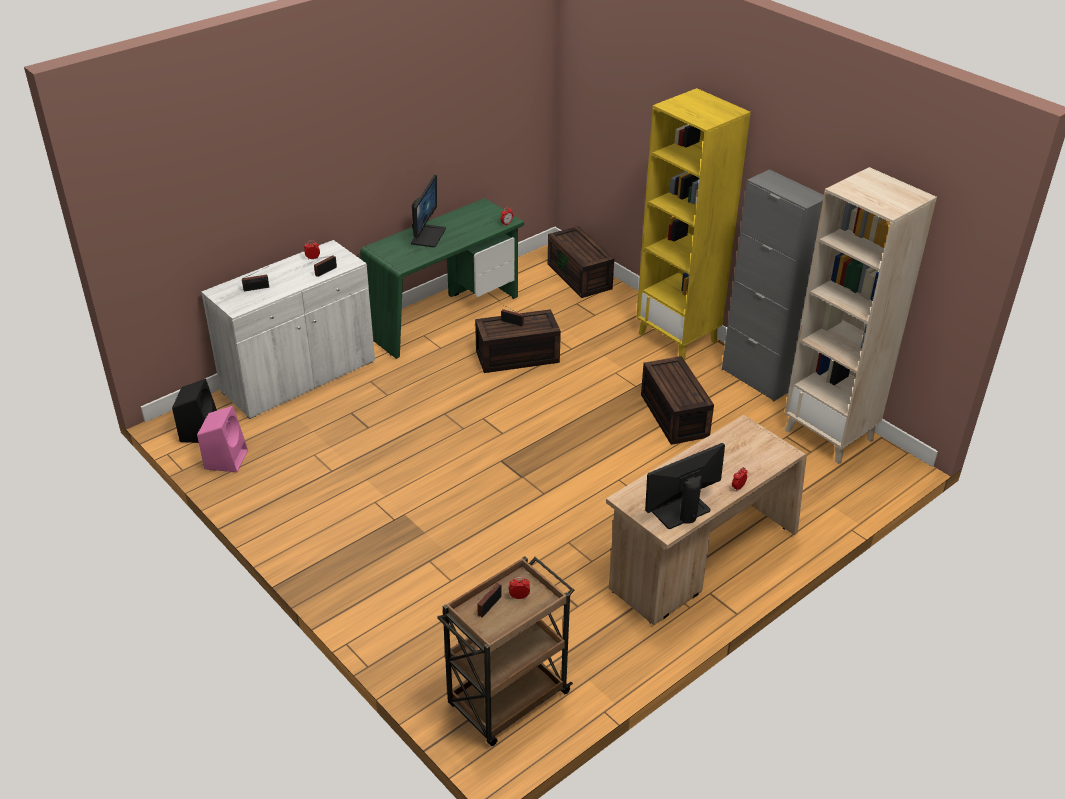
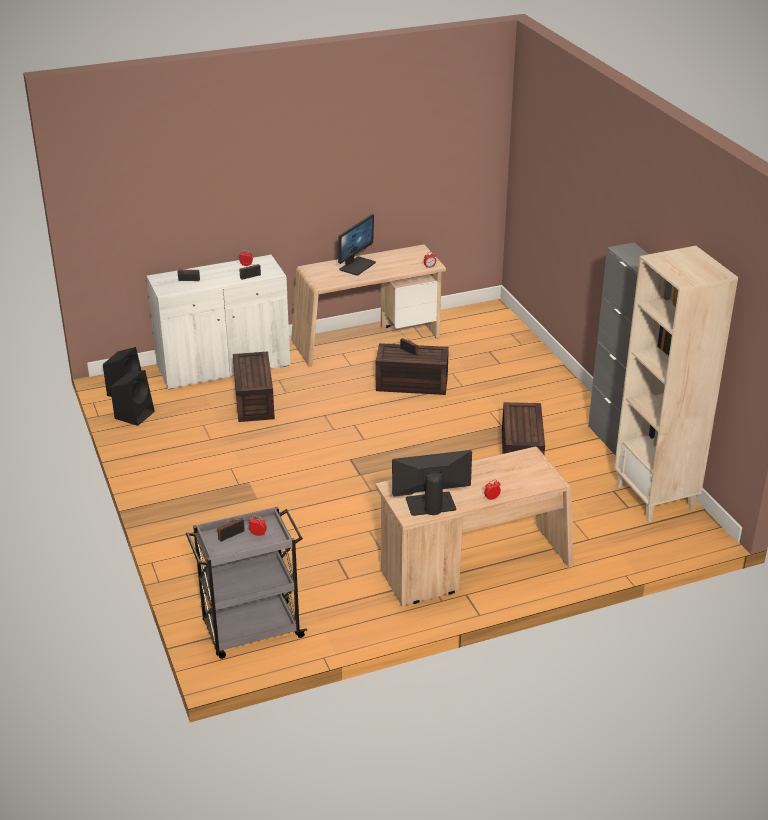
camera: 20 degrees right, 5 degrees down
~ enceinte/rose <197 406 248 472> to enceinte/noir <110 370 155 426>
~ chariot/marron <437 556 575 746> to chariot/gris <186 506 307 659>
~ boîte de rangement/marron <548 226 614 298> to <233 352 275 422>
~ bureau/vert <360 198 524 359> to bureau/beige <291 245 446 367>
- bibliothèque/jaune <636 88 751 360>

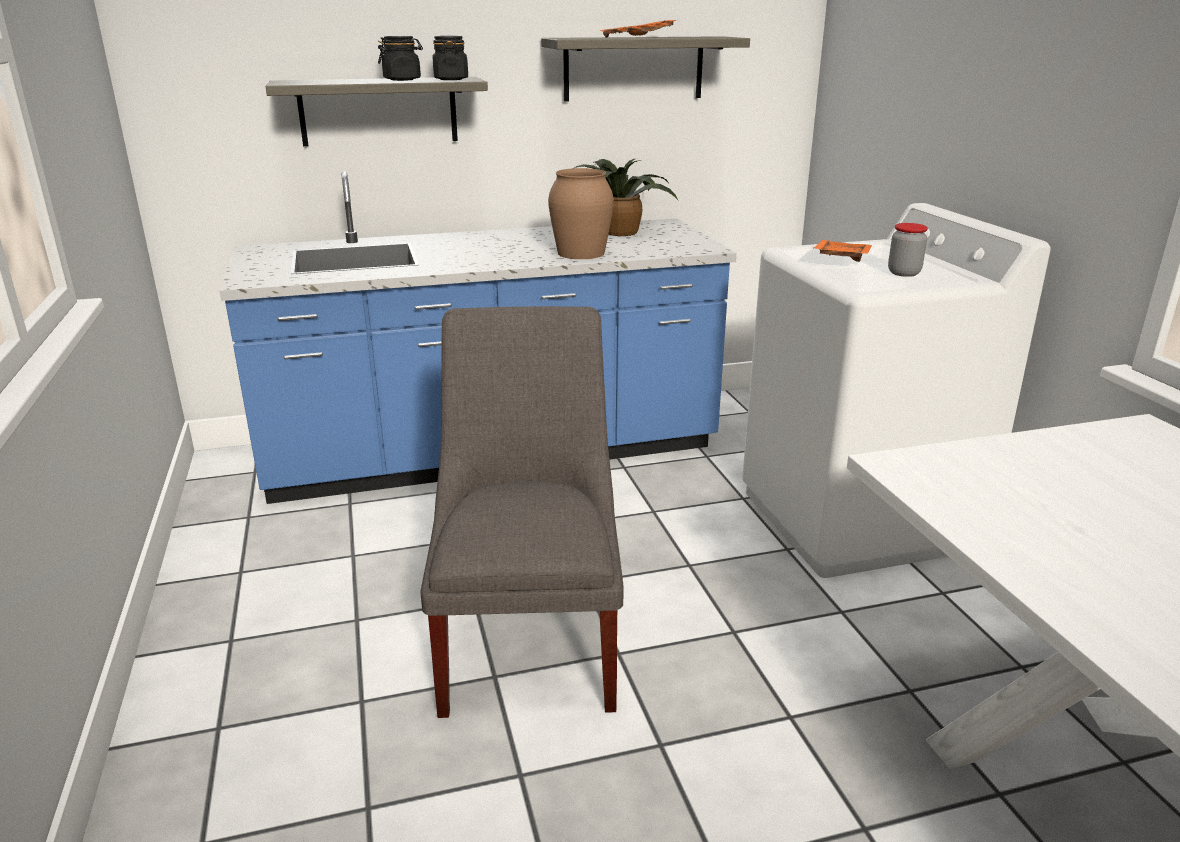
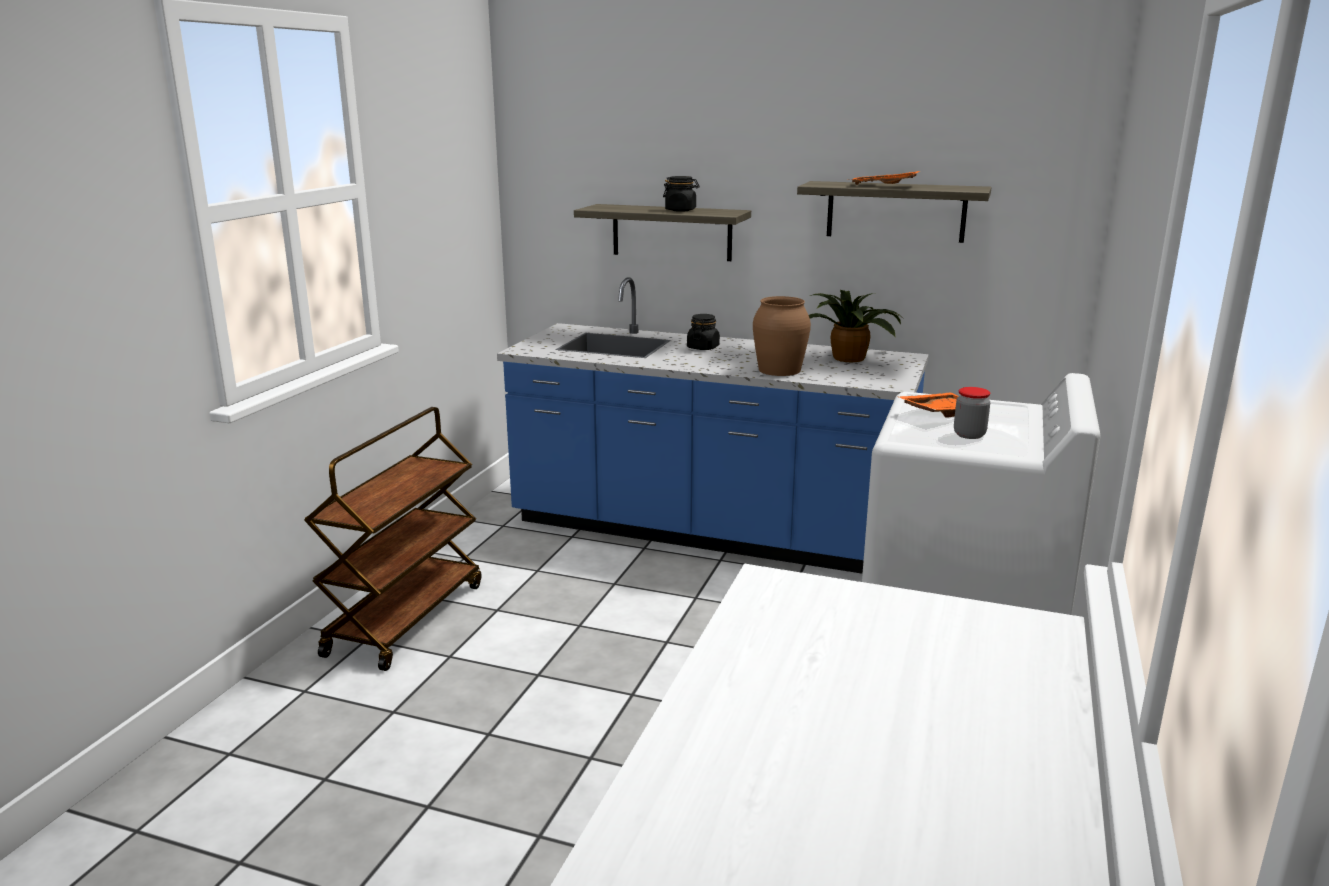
camera: 35 degrees right, 5 degrees down
+ chariot/marron <304 407 481 671>
~ bocal/noir <433 36 468 80> to <687 314 720 350>
- chaise/gris <420 306 624 718>

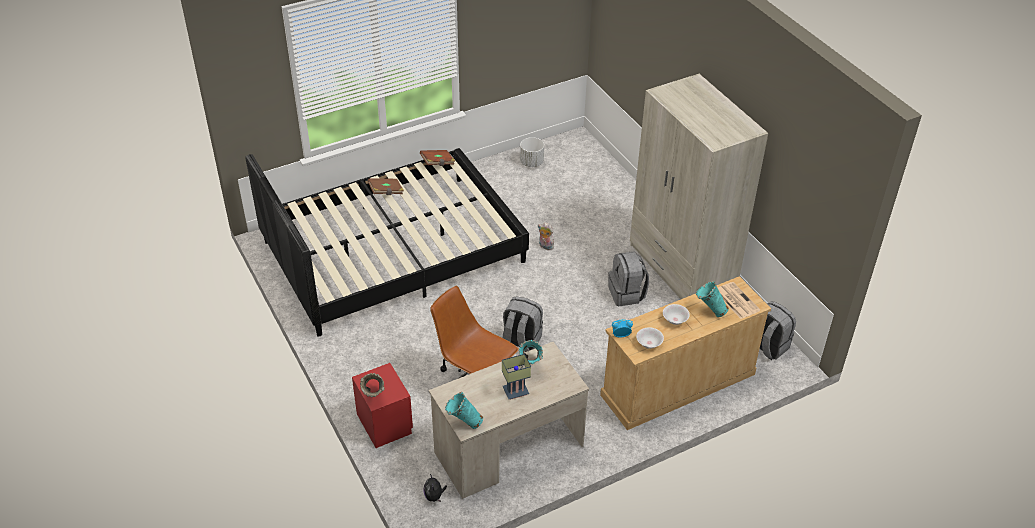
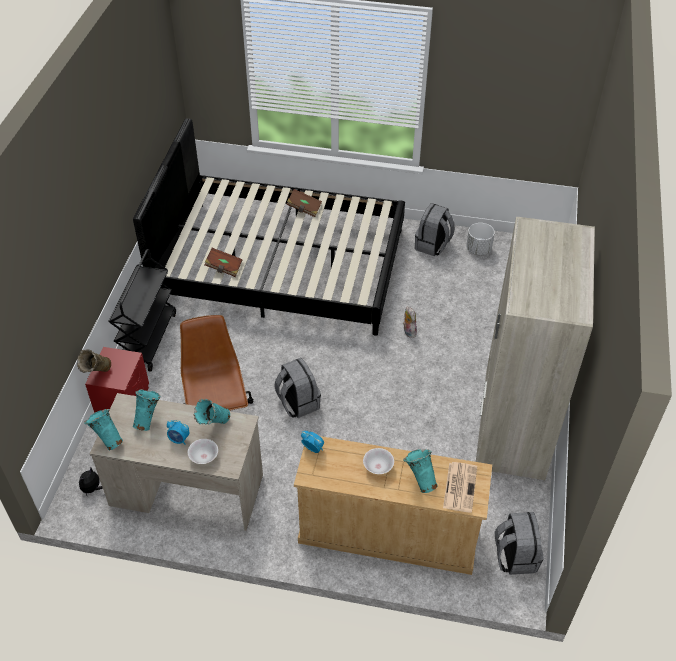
camera: 40 degrees right, 5 degrees up
+ chariot/noir <109 249 176 372>
+ vase/turquoise <133 389 160 431>
~ lampe de table <502 354 531 400> to réveil <167 420 190 445>
~ bol/blanc <636 327 664 349> to <188 439 218 464>
~ livre/marron <420 150 455 166> to <204 248 243 277>
~ sac à dos/gris <608 251 649 306> to <415 203 455 256>

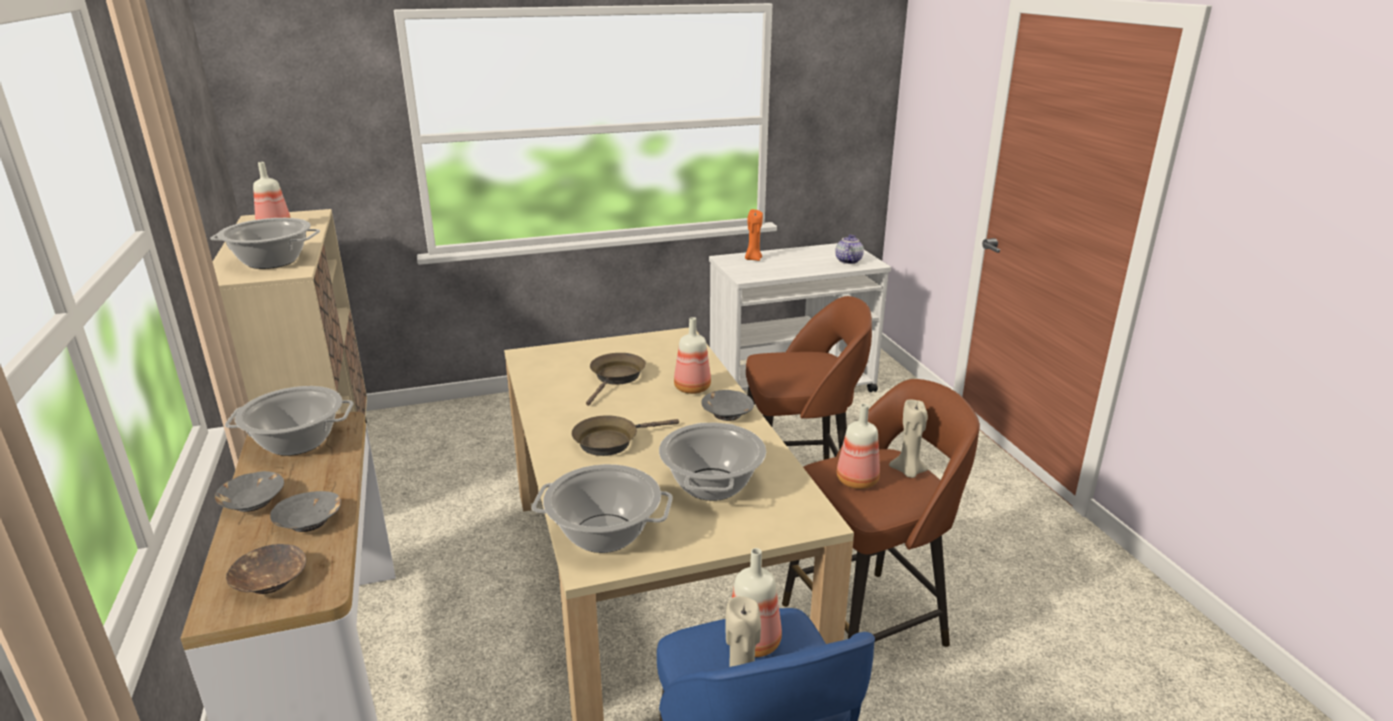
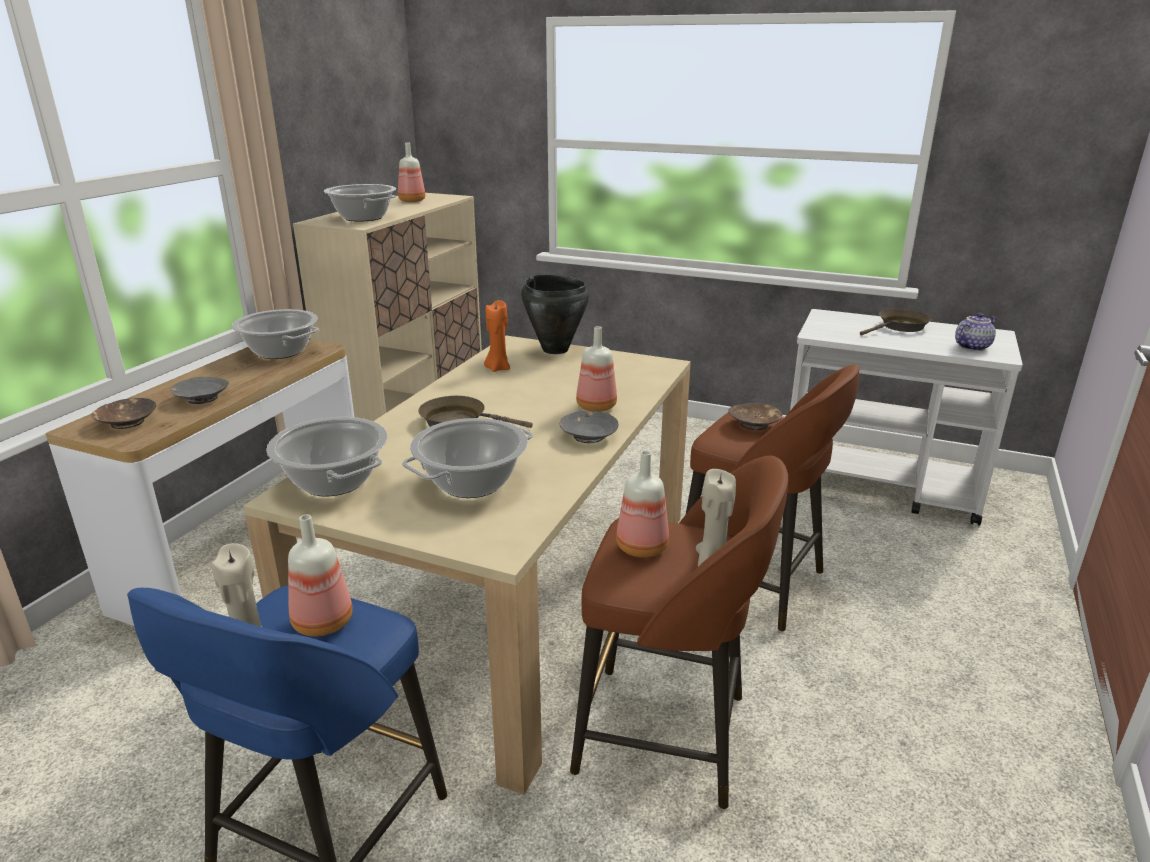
camera: 40 degrees right, 0 degrees up
~ bougie/orange <745 209 763 261> to <484 300 510 372>
+ marmite/noir <521 275 589 354>
+ bol/marron <729 403 782 430>
~ poêle/marron <586 353 646 406> to <860 309 932 335>
- bol/gris <214 471 284 512>

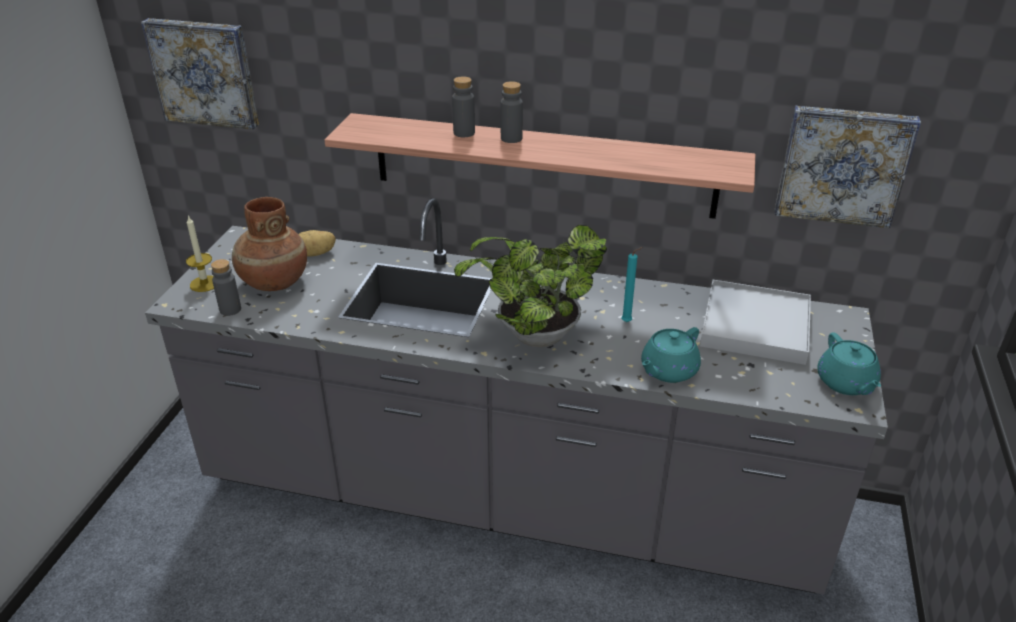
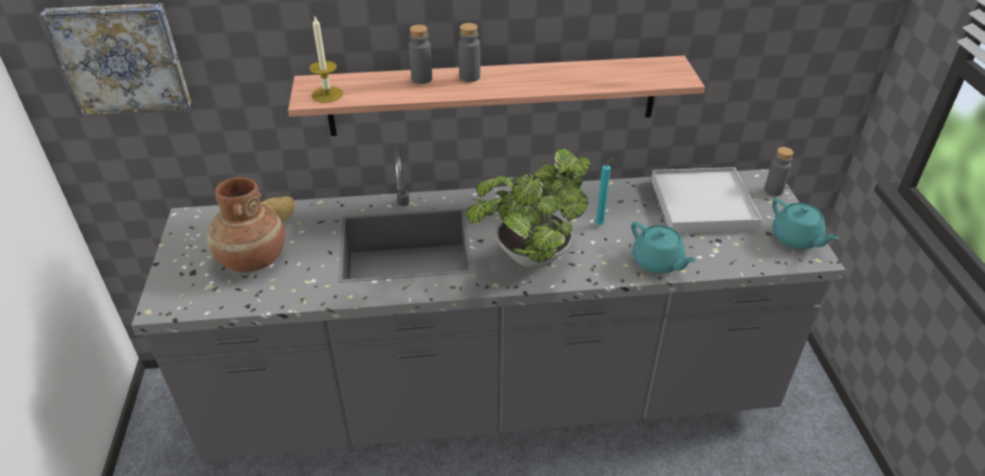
camera: 20 degrees left, 5 degrees up
~ bougie <186 215 214 292> to <309 17 343 103>
~ théière/turquoise <641 327 701 383> = <631 221 696 274> 60 degrees counterclockwise
~ bouteille/gris <211 259 241 316> to <764 147 794 196>
- tableau <775 106 921 228>

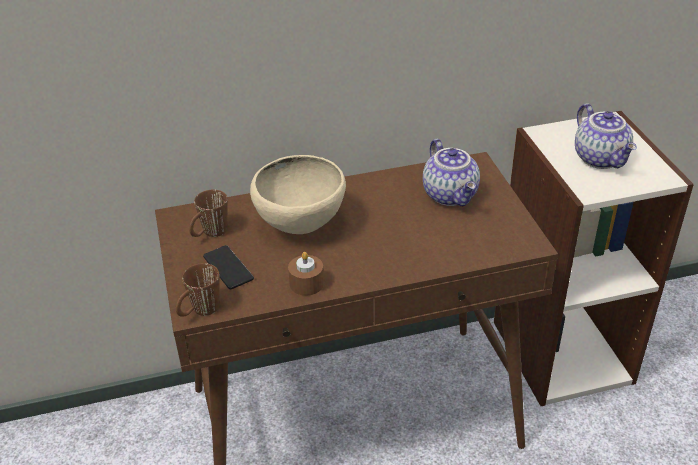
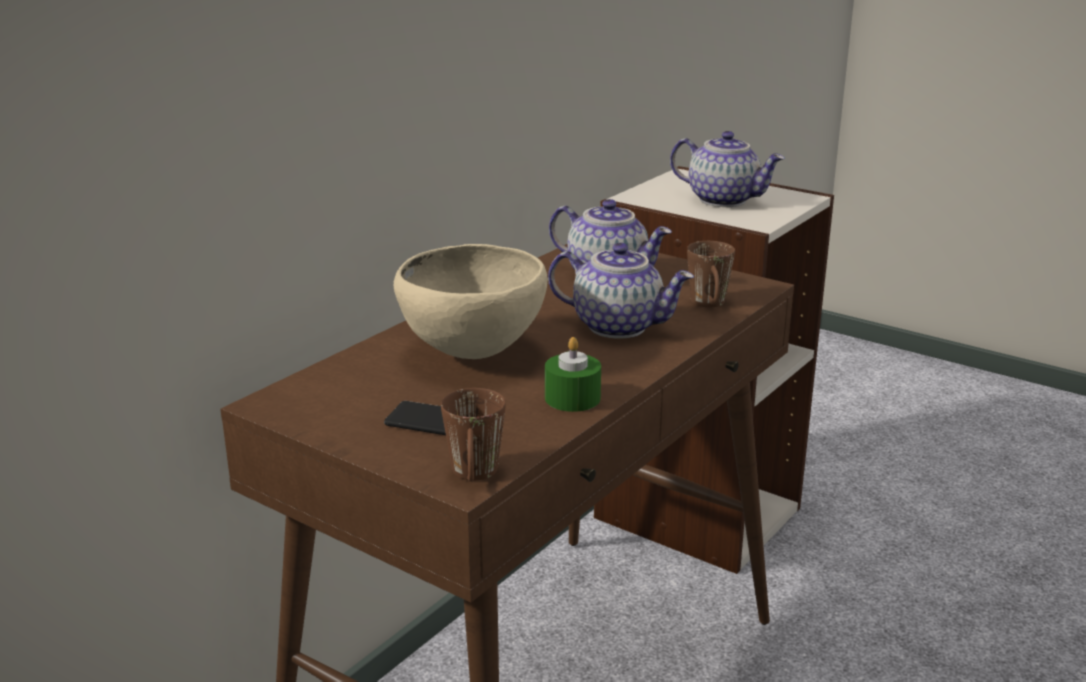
camera: 40 degrees left, 15 degrees down
~ bougie/marron <288 252 324 296> to bougie/vert <545 337 601 412>
+ théière <548 243 694 339>
~ mug/marron <189 190 228 237> to <687 241 735 307>

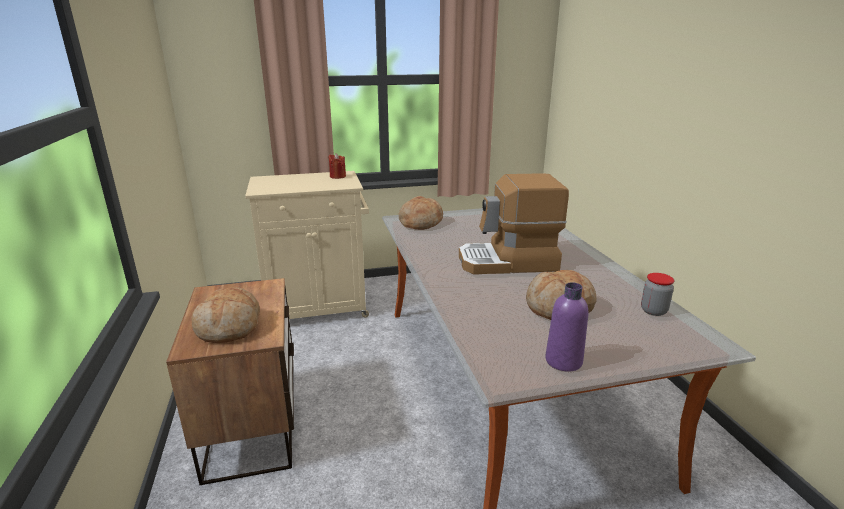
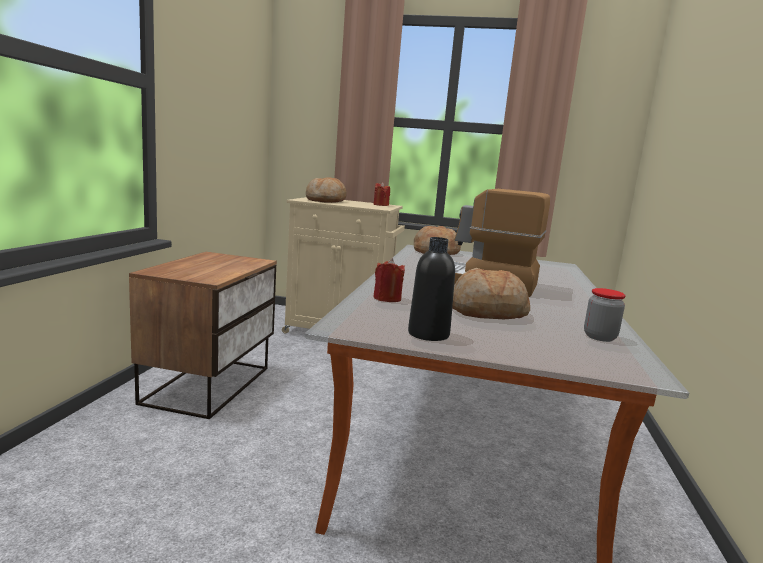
camera: 25 degrees right, 10 degrees down
~ pain <191 287 260 343> to <306 178 347 203>
+ bougie/rouge <373 258 405 302>
~ bouteille/violet <545 282 588 372> to bouteille/noir <408 237 455 341>

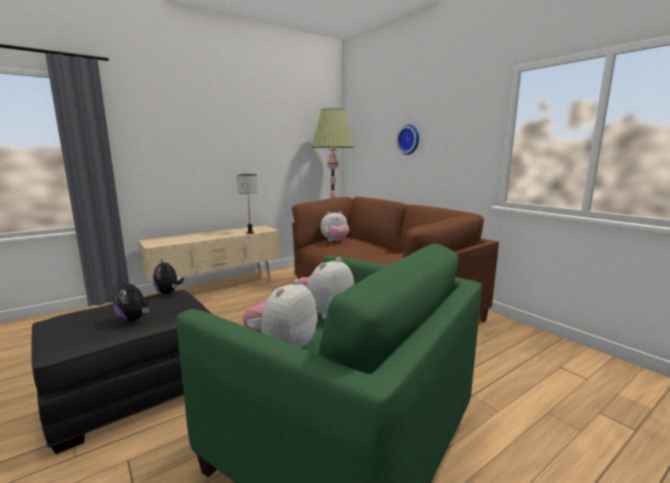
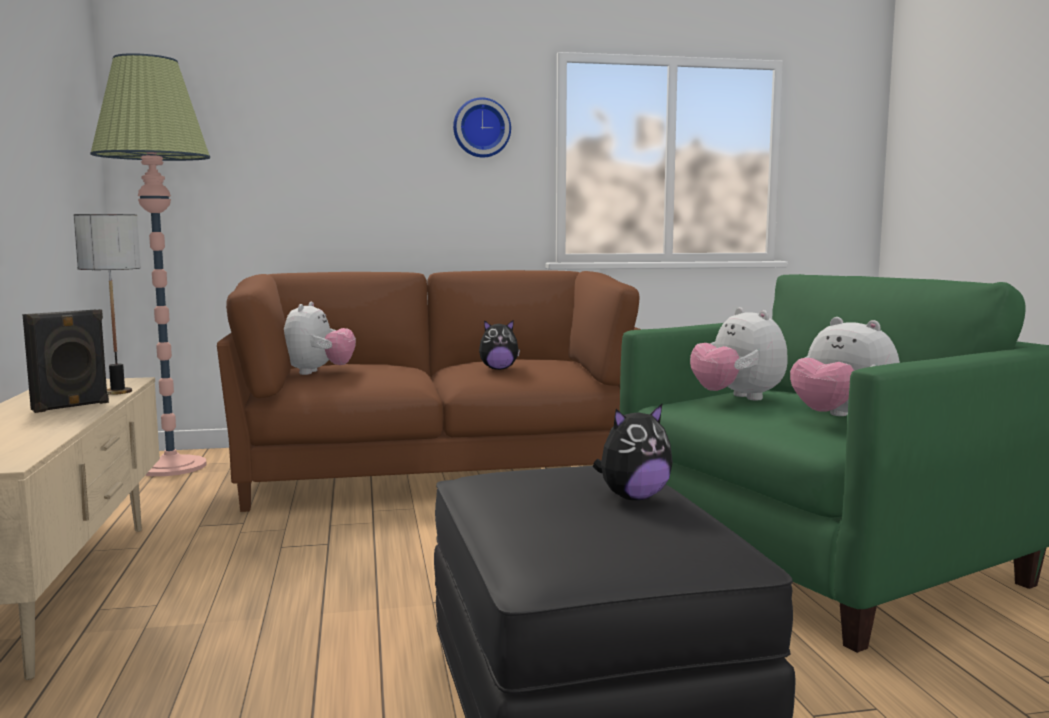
camera: 65 degrees left, 5 degrees down
+ enceinte/noir <23 309 109 413>
~ horloge murale <396 124 419 155> to <453 98 511 158>
~ peluche <153 259 184 294> to <479 320 520 370>

